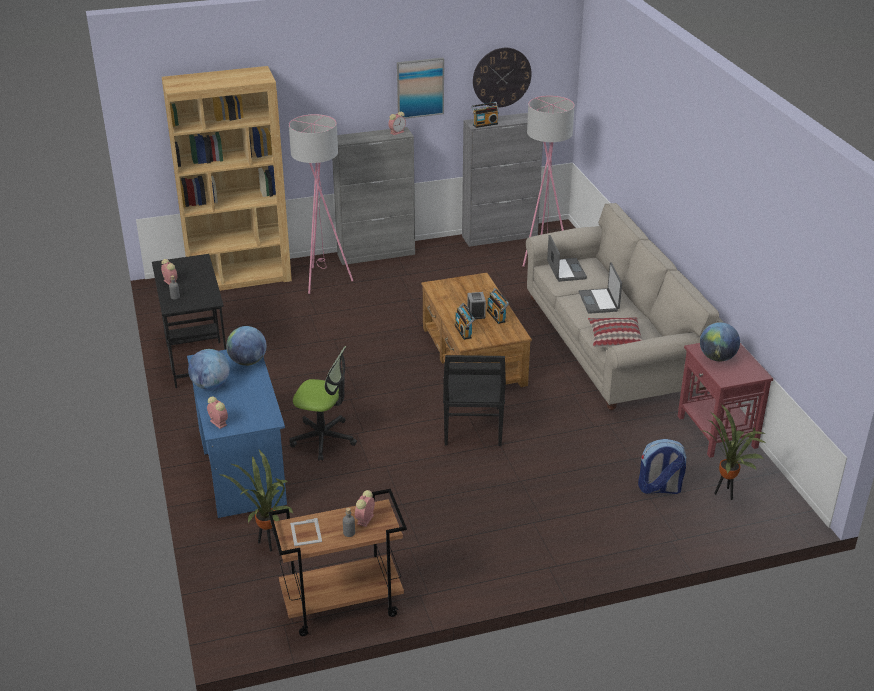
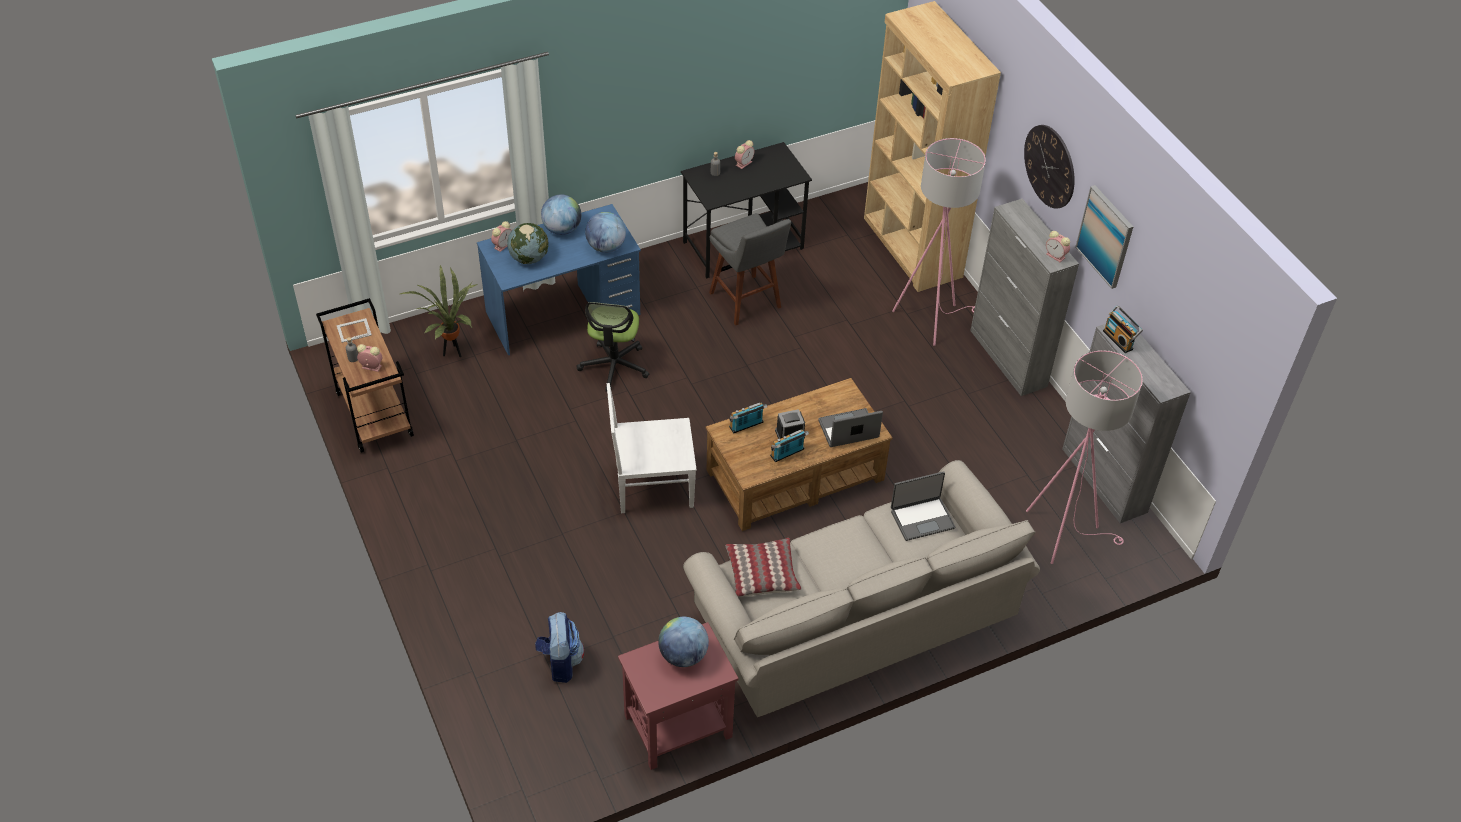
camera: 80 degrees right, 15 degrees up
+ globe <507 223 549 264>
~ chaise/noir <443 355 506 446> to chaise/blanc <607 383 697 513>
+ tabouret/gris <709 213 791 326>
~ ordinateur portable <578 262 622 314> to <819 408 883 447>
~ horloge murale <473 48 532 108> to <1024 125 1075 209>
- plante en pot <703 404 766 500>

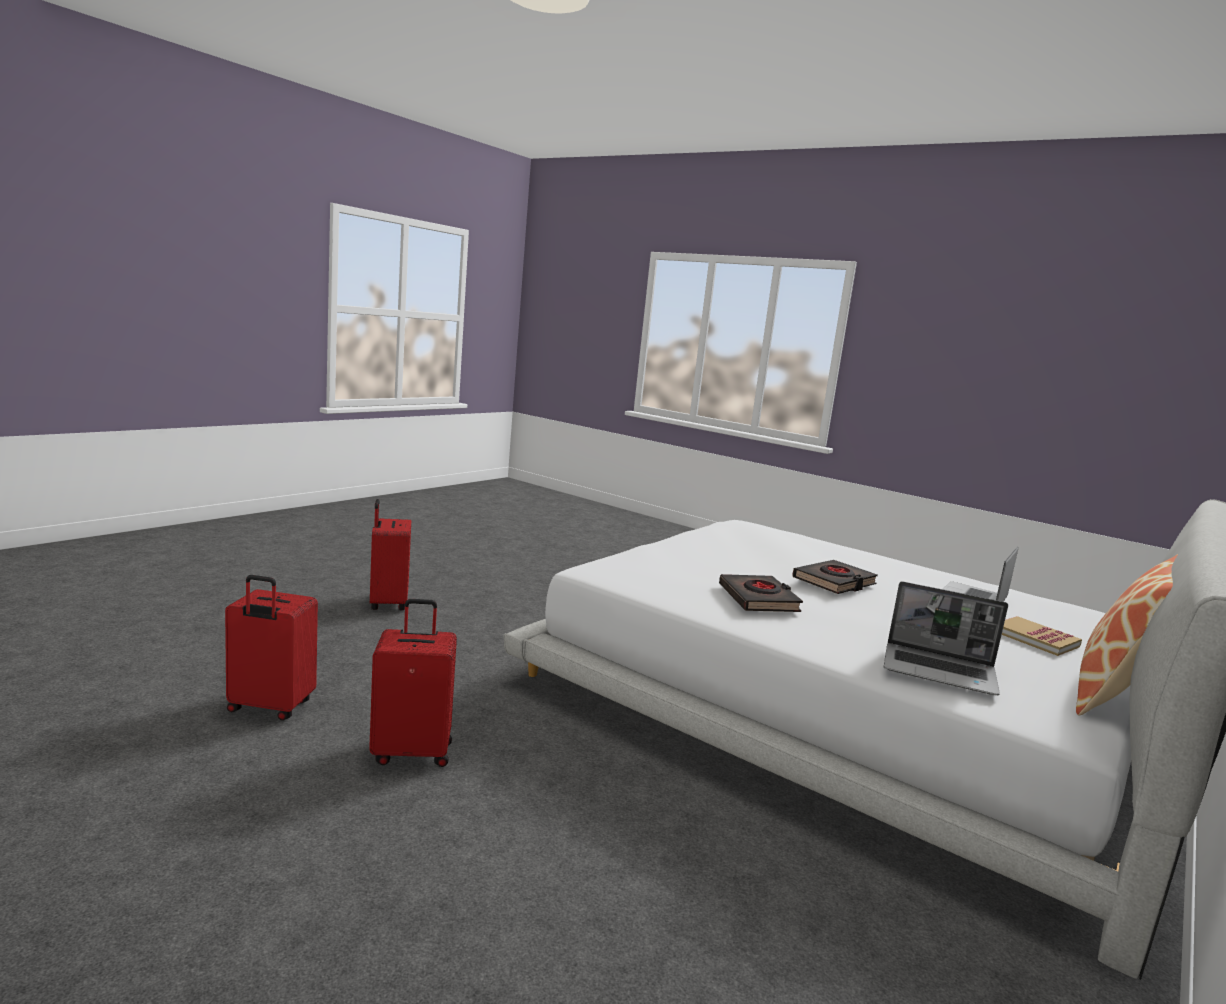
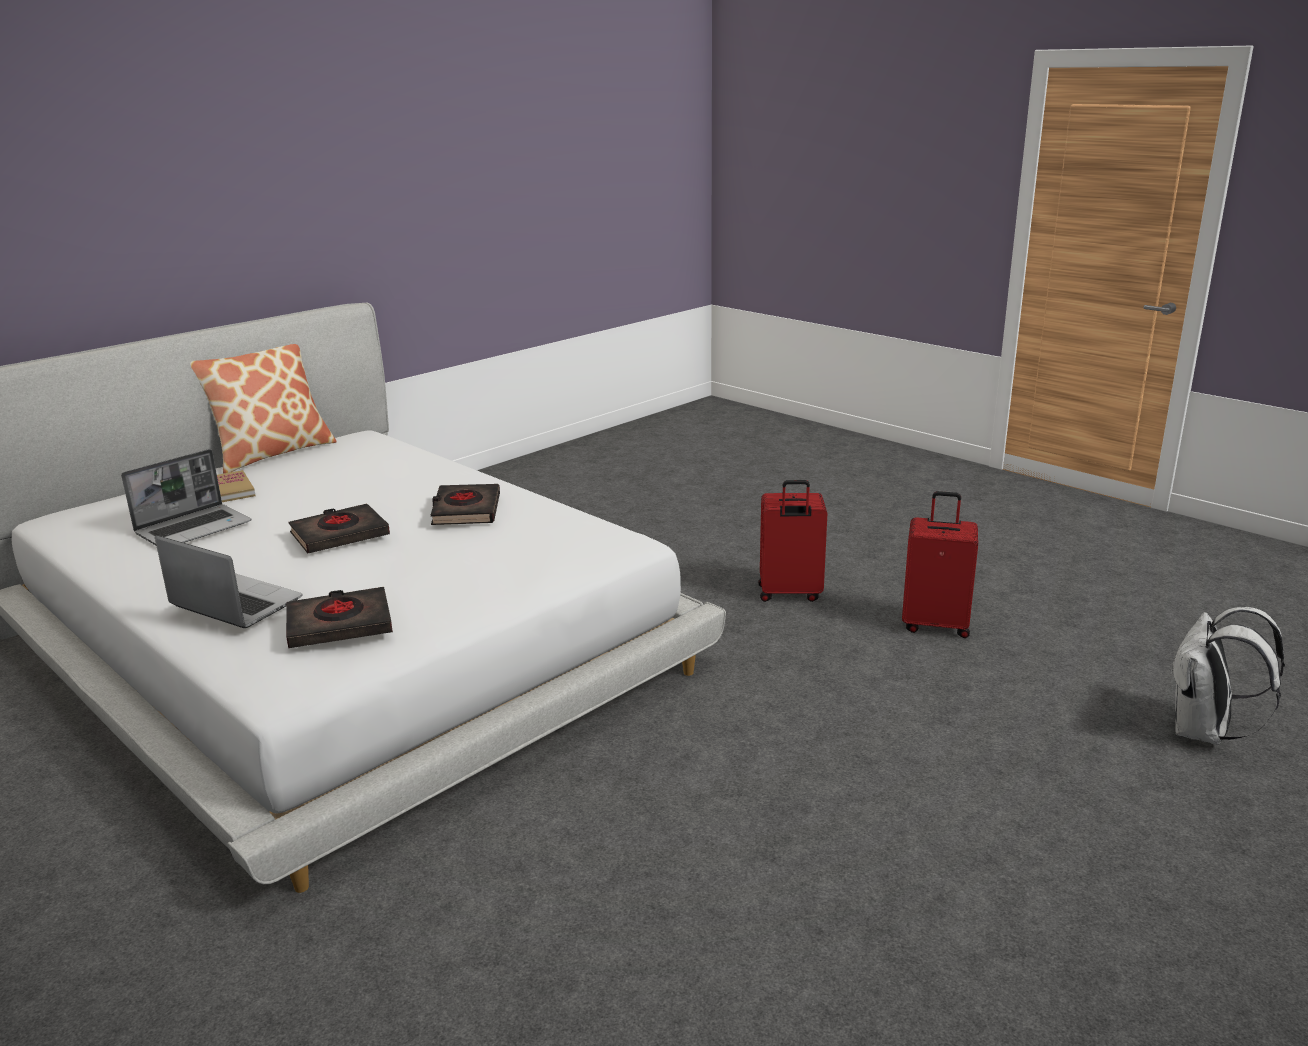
camera: 170 degrees left, 10 degrees up
~ ordinateur portable <884 582 1008 695> to <155 535 302 628>
+ livre/noir <286 587 393 648>
+ sac à dos/blanc <1170 607 1285 745>
- valise/rouge <370 499 411 610>

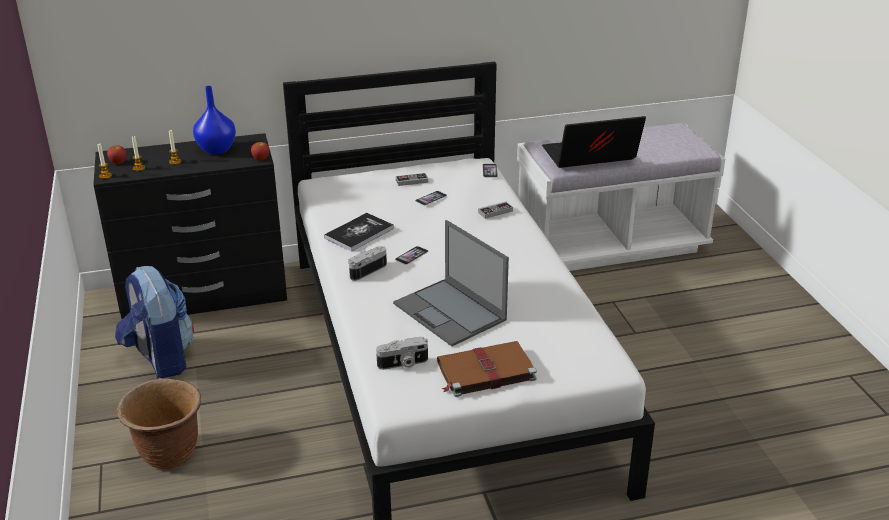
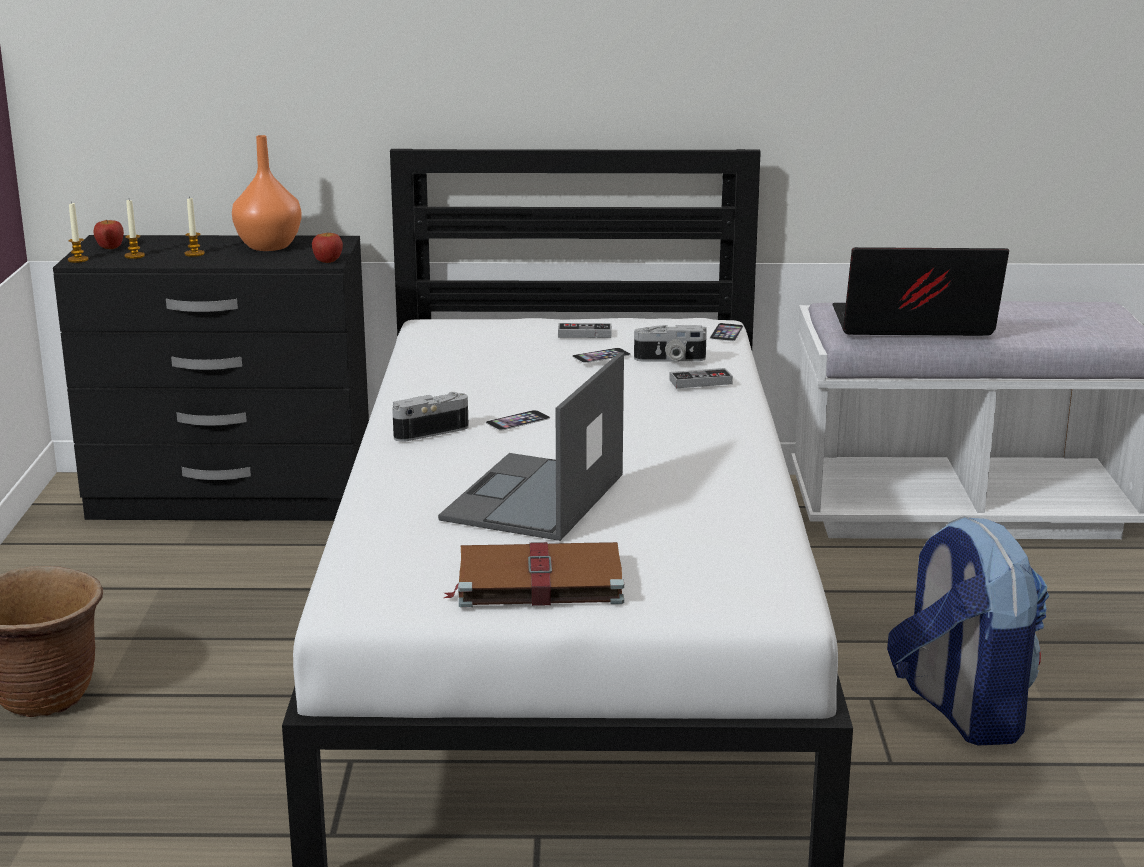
camera: 15 degrees right, 10 degrees down
~ vase/bleu <193 86 236 154> to vase/orange <232 135 302 251>
~ ordinateur portable <393 220 509 346> = <438 352 624 541> 45 degrees clockwise
~ appareil photo <376 337 428 370> to <634 325 707 361>
~ sac à dos <115 266 194 378> to <887 516 1049 745>
- livre <324 213 394 252>

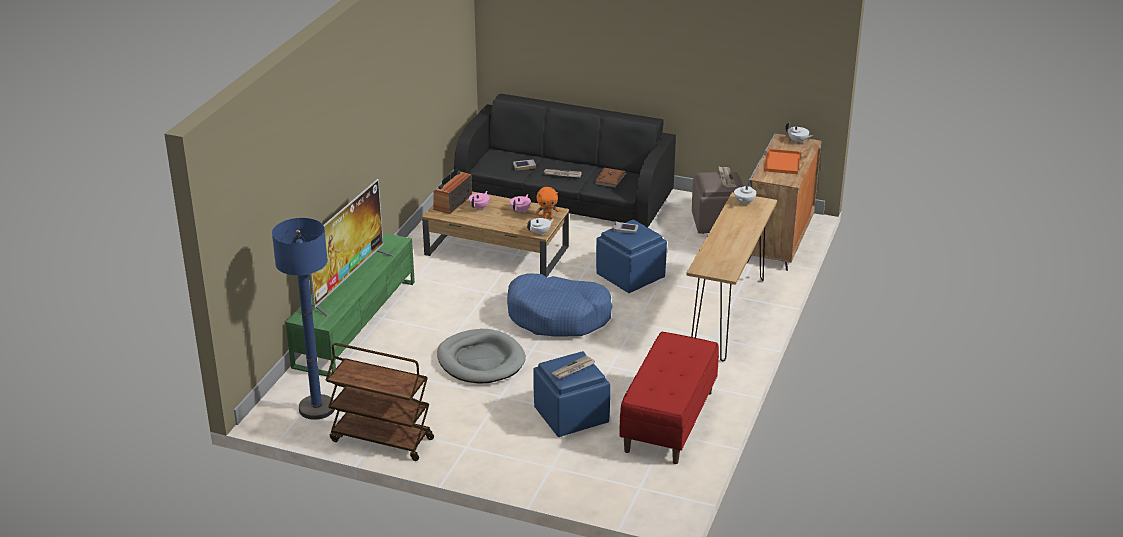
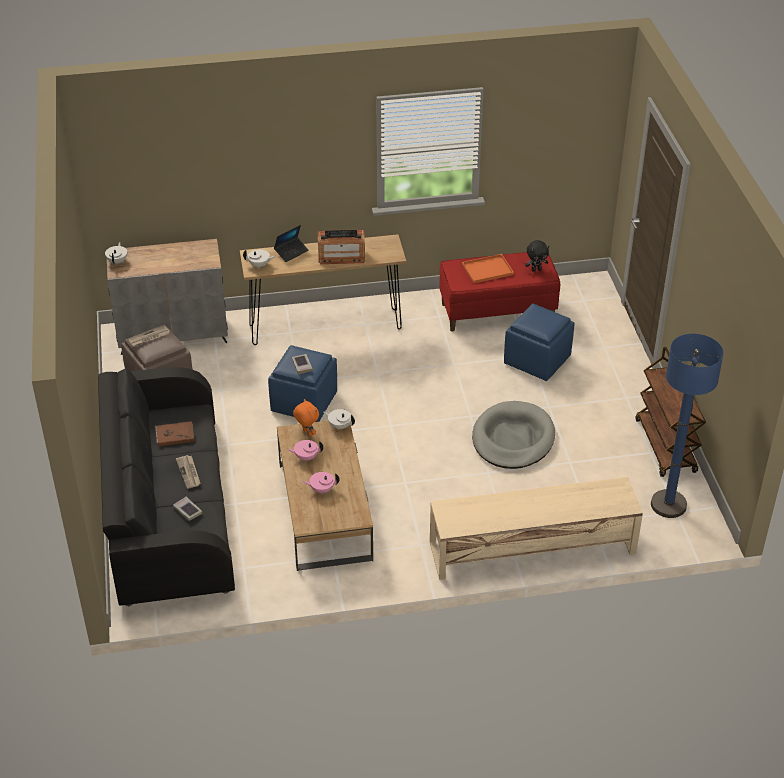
camera: 120 degrees left, 10 degrees up
+ ordinateur portable <274 225 309 262>
~ radio <433 168 472 214> to <318 230 365 264>
~ meuble télé/vert <286 233 415 376> to meuble télé/beige <430 477 643 580>
~ plateau/orange <764 149 801 174> to <462 254 514 284>
+ peluche/noir <525 240 549 272>
- téléviseur <310 179 395 317>
- panier pour chien/bleu <507 273 613 337>
- journal <552 355 595 379>

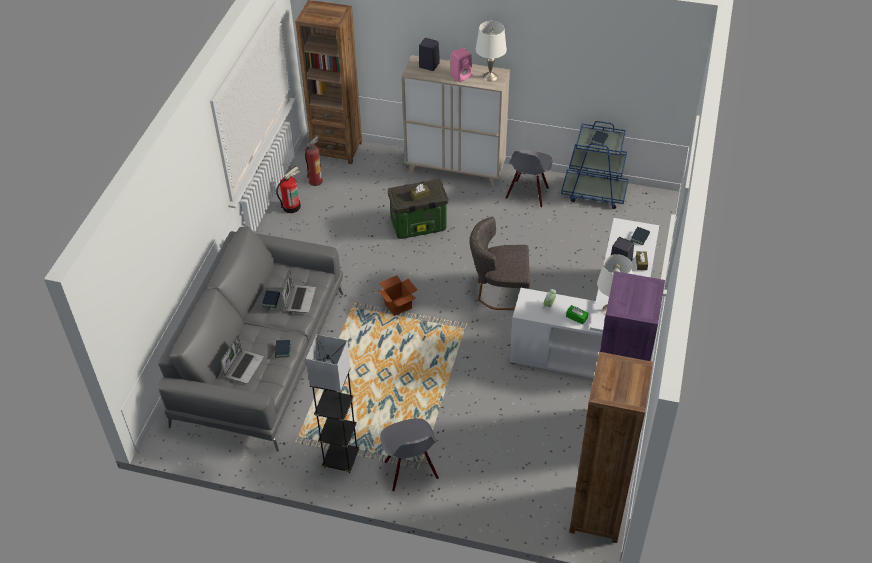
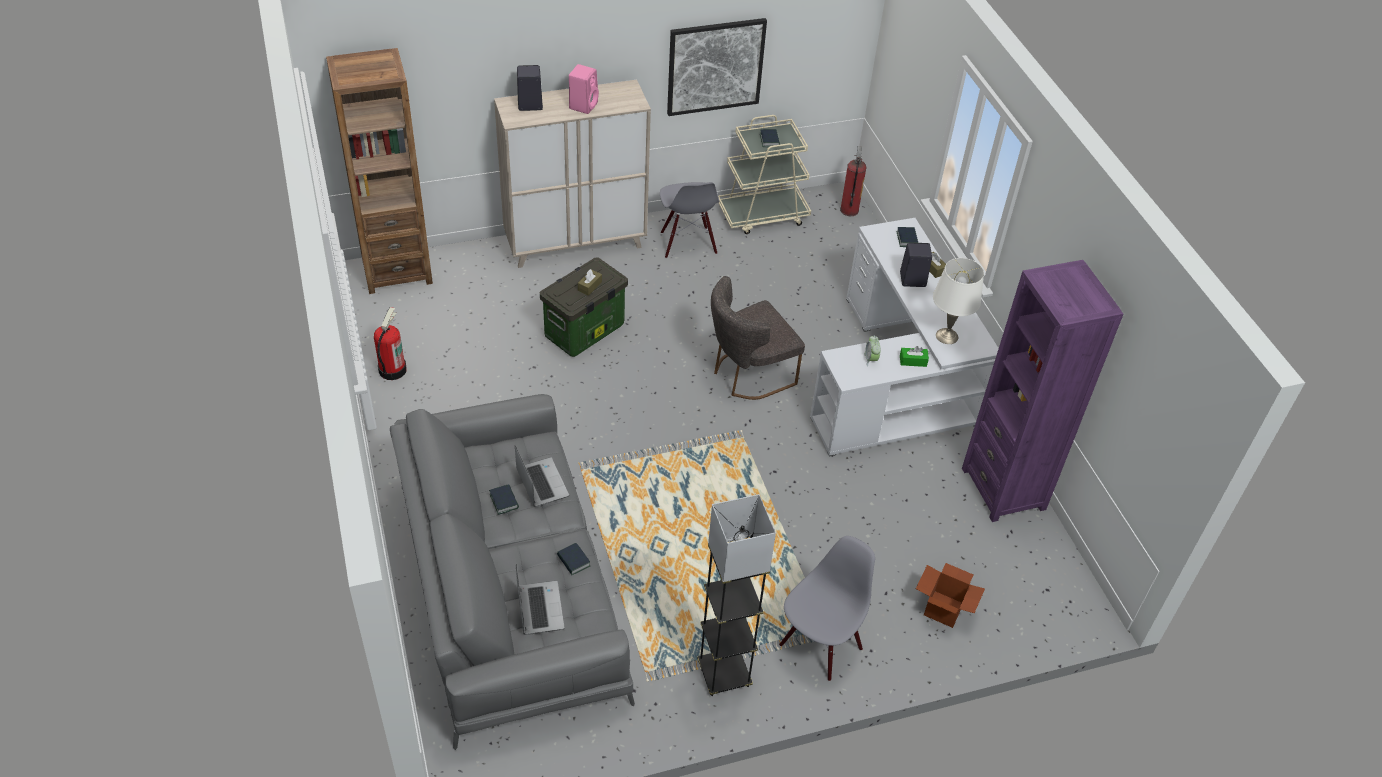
camera: 35 degrees left, 0 degrees up
+ tableau <667 18 767 116>
~ chariot/bleu <561 121 629 209> to chariot/beige <718 115 811 234>
~ chaise/gris <380 418 439 491> = <779 536 875 681> 90 degrees counterclockwise
~ extincteur <305 136 323 186> to <840 146 866 216>
~ carton <378 275 417 316> to <916 563 985 628>
- lampe de table/blanc <476 21 507 81>
- bibliothèque/marron <569 352 653 543>

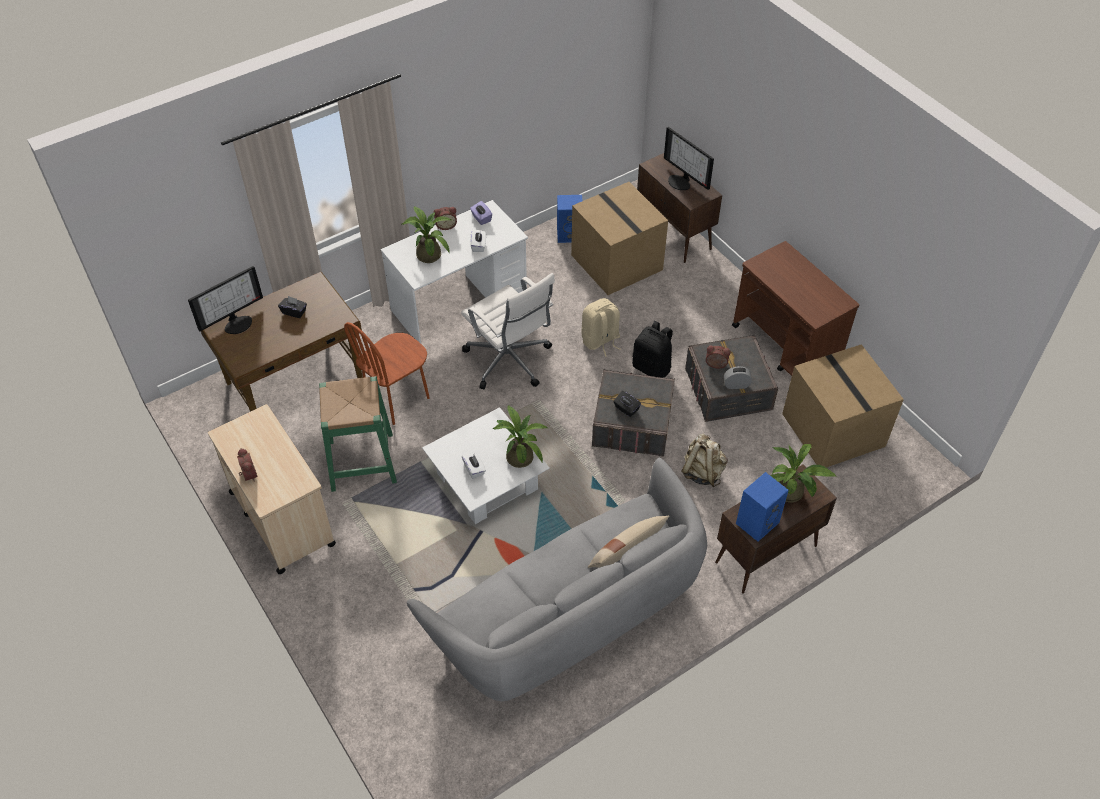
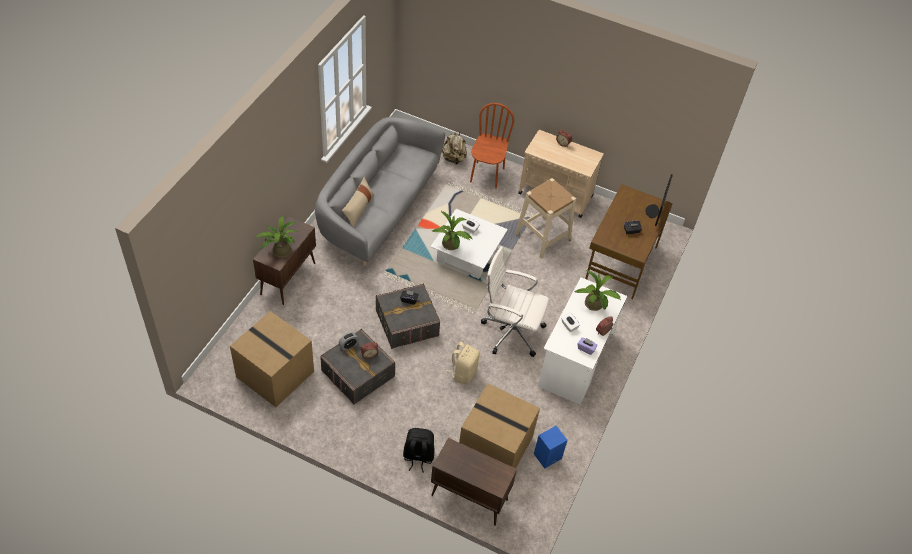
camera: 145 degrees right, 0 degrees up
~ sac à dos/noir <632 321 673 378> to <403 428 434 473>
~ sac à dos/beige <681 434 728 487> to <442 131 467 165>
~ chaise/marron <344 322 430 425> to <470 103 514 189>
~ tabouret/vert <319 376 397 492> to tabouret/beige <515 178 576 259>
- écran d'ordinateur <664 127 714 190>
- chariot/marron <732 241 859 376>
- enceinte/bleu <736 472 789 542>

